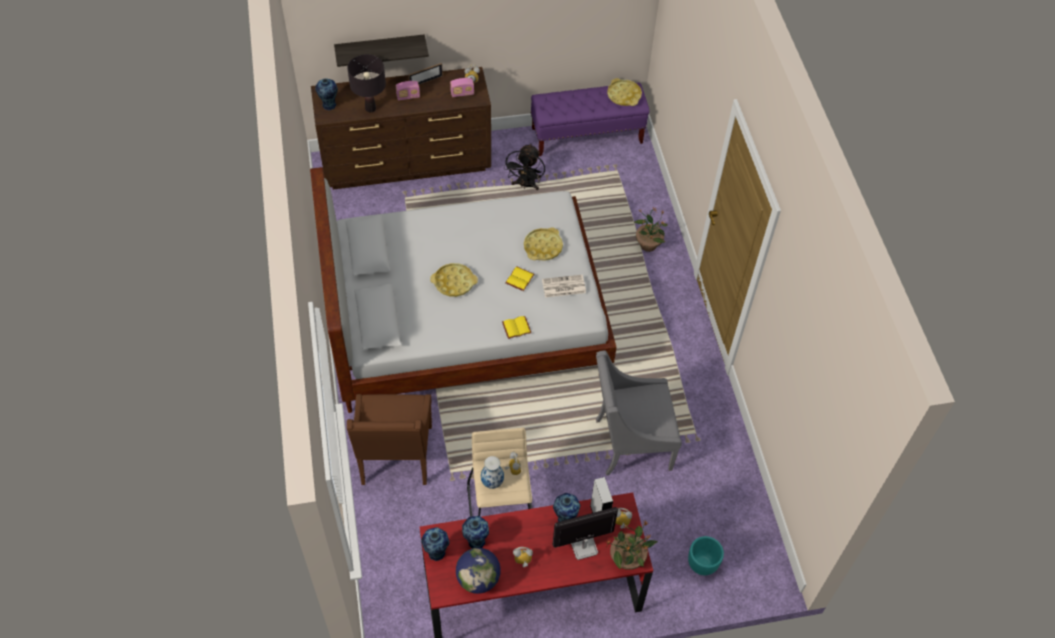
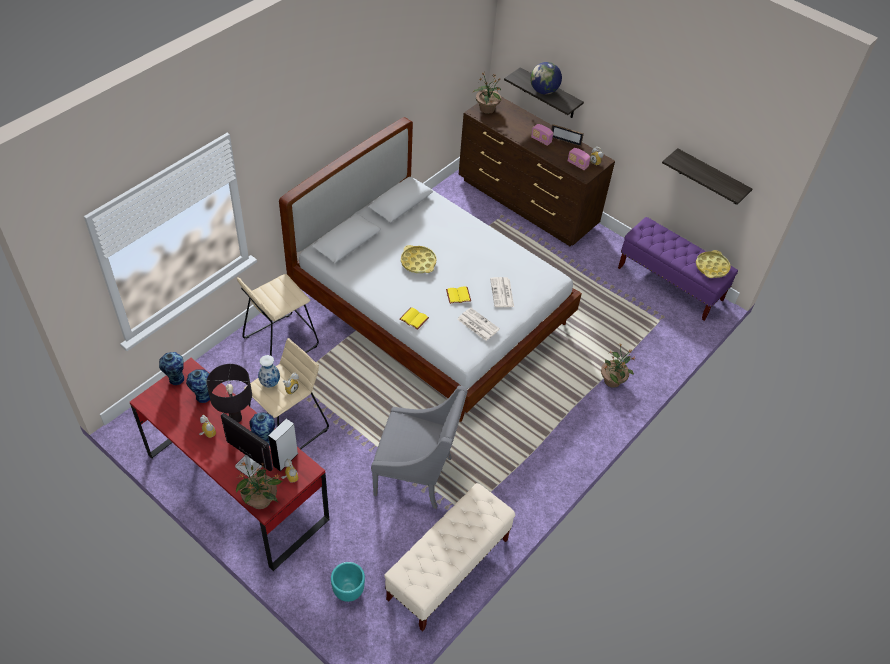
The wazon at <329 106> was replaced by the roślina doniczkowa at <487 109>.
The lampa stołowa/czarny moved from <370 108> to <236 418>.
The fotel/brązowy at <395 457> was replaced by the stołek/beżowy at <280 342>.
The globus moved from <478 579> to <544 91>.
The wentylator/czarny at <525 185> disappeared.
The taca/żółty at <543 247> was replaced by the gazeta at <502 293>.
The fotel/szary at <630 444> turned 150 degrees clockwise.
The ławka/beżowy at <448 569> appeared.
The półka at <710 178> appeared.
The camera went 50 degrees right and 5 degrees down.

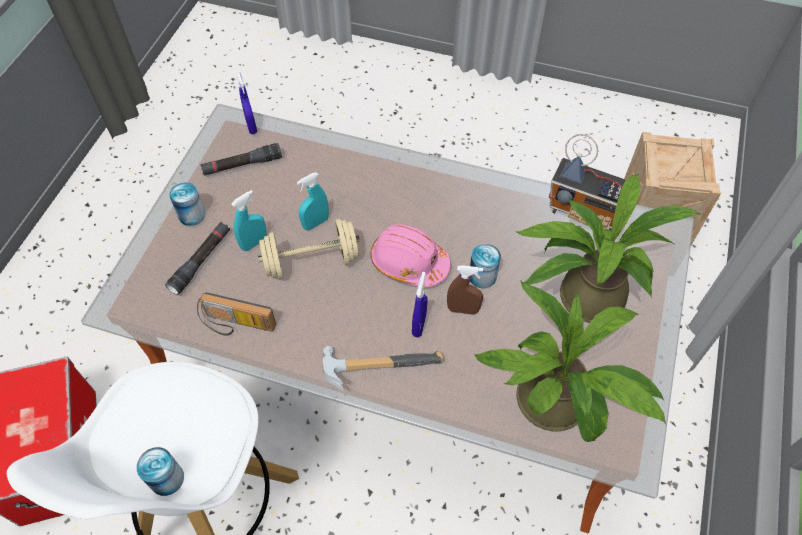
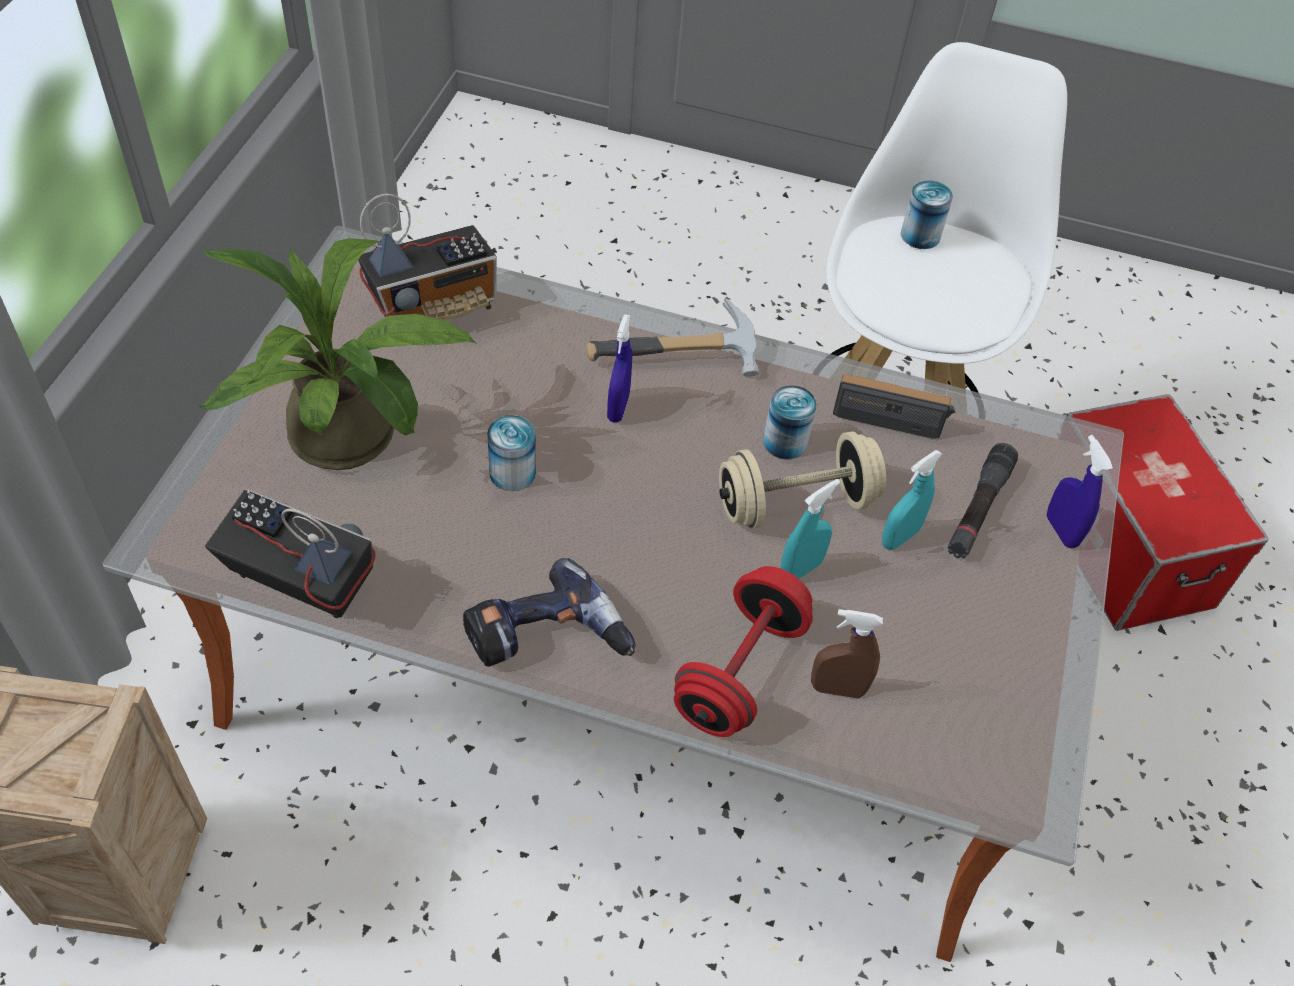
The puszka moved from <191 215> to <785 442>.
The latarka/czarny at <242 165> disappeared.
The spryskiwacz/niebieski moved from <251 126> to <1061 531>.
The kask/różowy at <409 263> disappeared.
The spryskiwacz/brązowy moved from <463 309> to <837 689>.
The roślina doniczkowa at <556 408> was replaced by the radio at <435 306>.
The wiertarka at <547 641> appeared.
The hantel/czerwony at <739 671> appeared.
The camera went 175 degrees right and 5 degrees down.

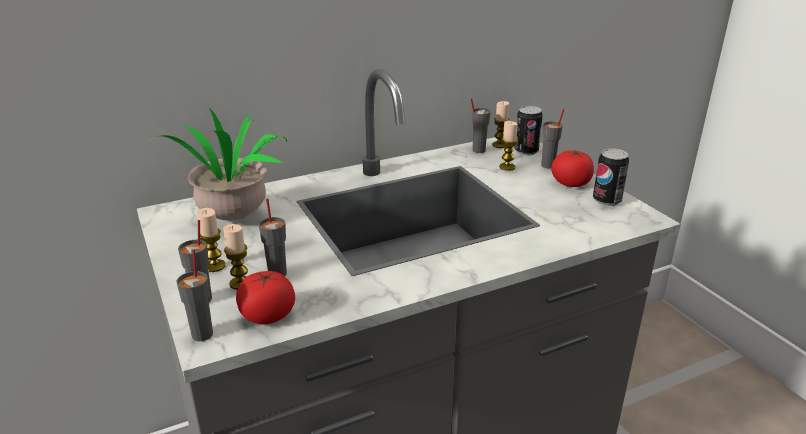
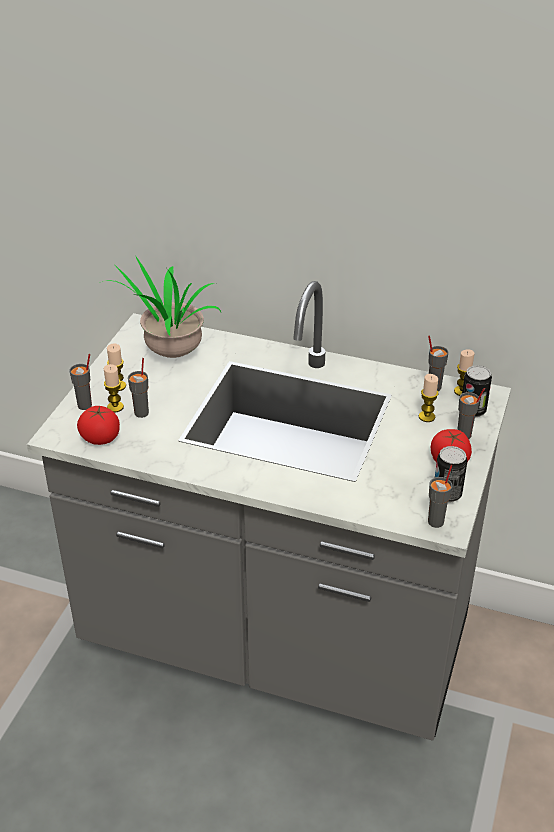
The filiżanka/szary moved from <203 334> to <436 521>.
The camera went 45 degrees right and 10 degrees up.

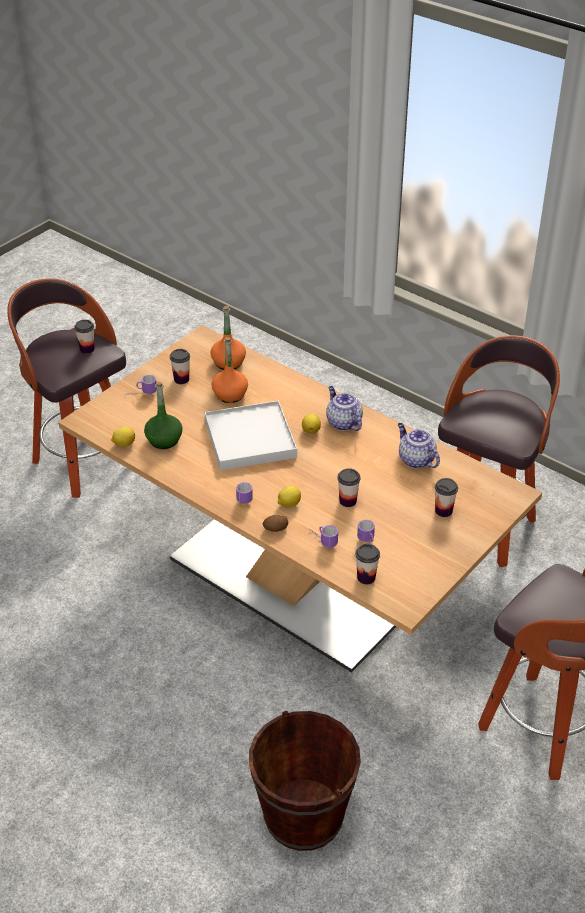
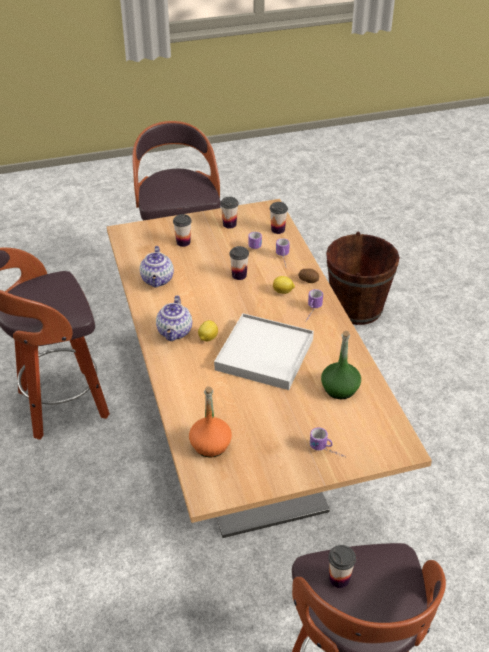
The cytryna at <124 444> disappeared.
The filiżanka moved from <181 379> to <229 224>.
The butelka/pomarańczowy at <230 394> disappeared.
The camera went 145 degrees left and 0 degrees up.

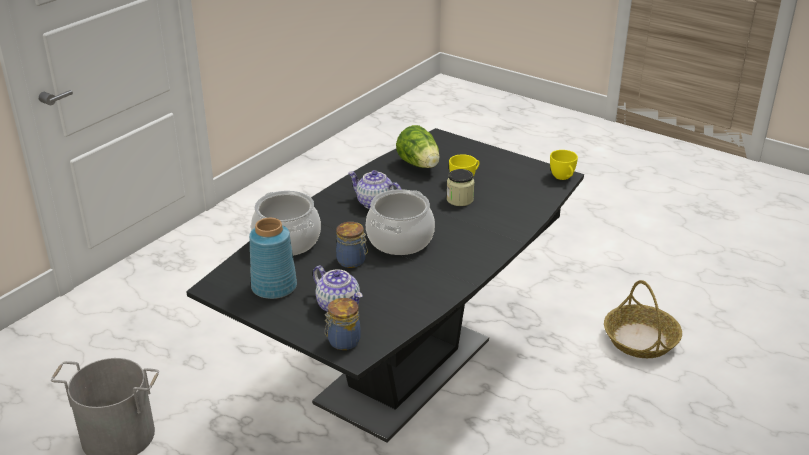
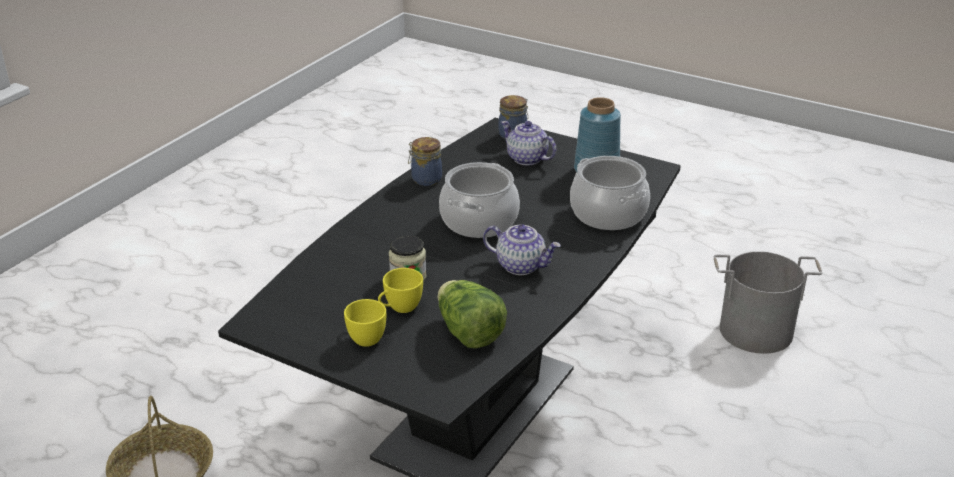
The słoik moved from <352 261> to <425 179>.
The filiżanka/żółty moved from <563 178> to <365 336>.
The camera went 175 degrees right and 0 degrees up.

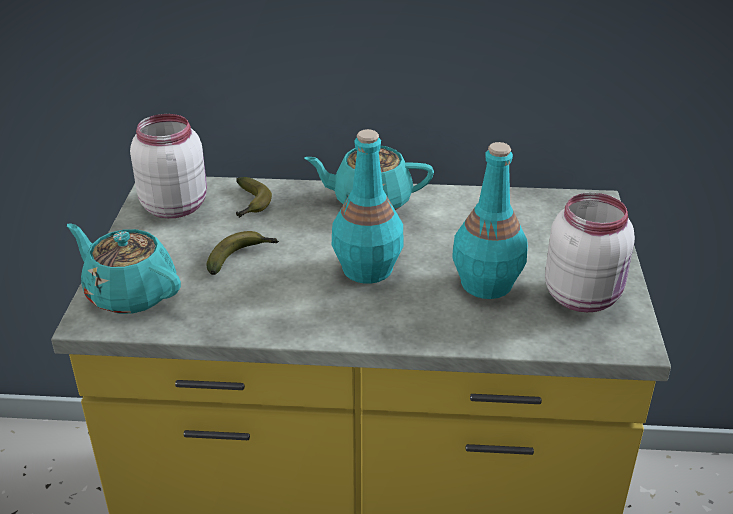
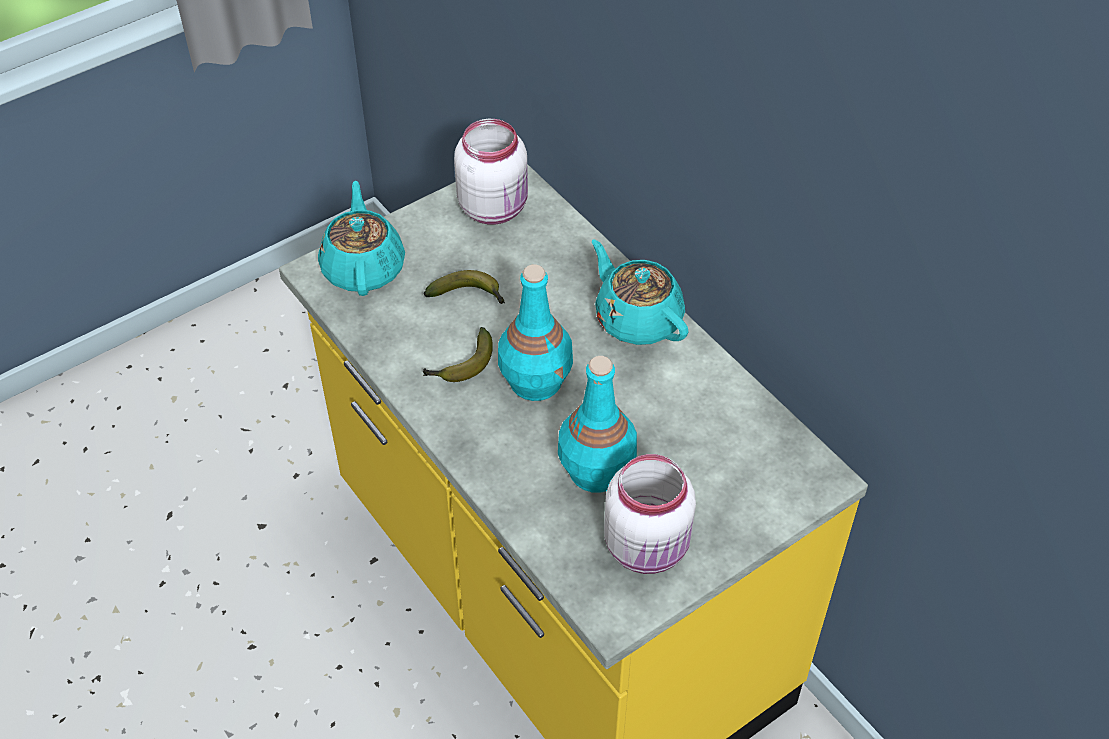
The banan moved from <250 205> to <461 366>.
The camera went 50 degrees right and 15 degrees up.

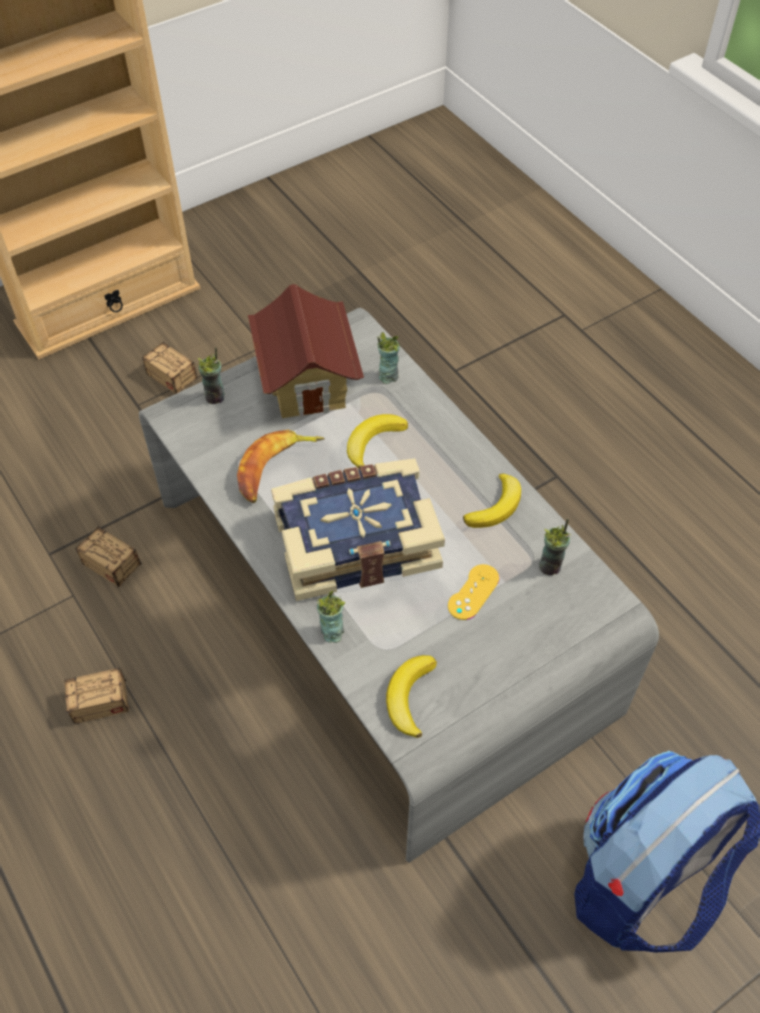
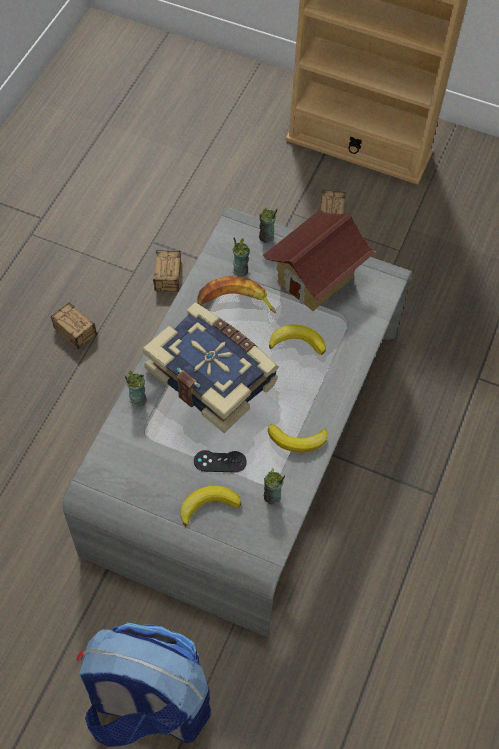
The filiżanka moved from <388 376> to <240 270>.
The banan moved from <409 697> to <208 505>.
The pad do gier/żółty at <473 592> became the pad do gier/czarny at <220 461>.
The camera went 55 degrees right and 5 degrees up.

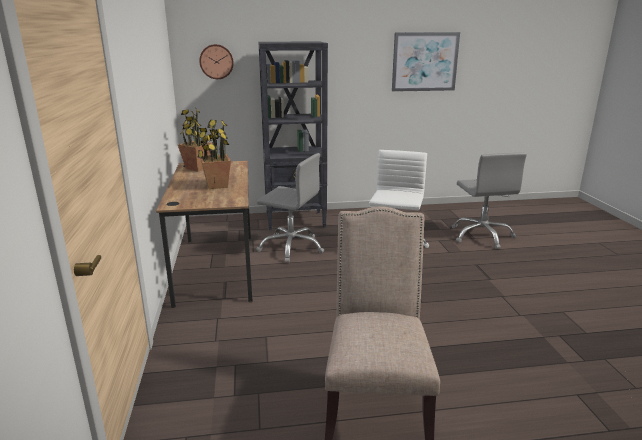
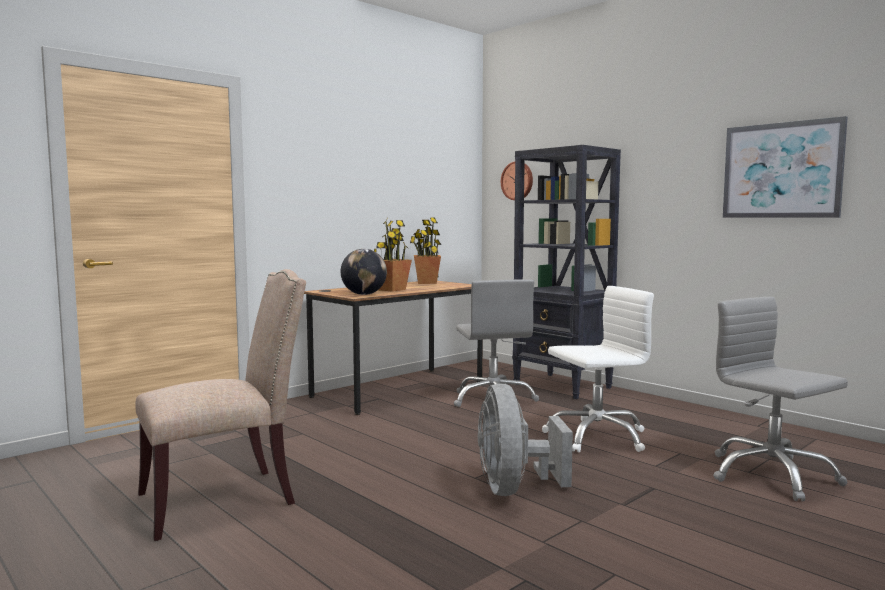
The krzesło biurowe/szary at <482 236> turned 105 degrees clockwise.
The globus at <364 294> appeared.
The wentylator/szary at <514 489> appeared.
The camera went 55 degrees right and 15 degrees down.

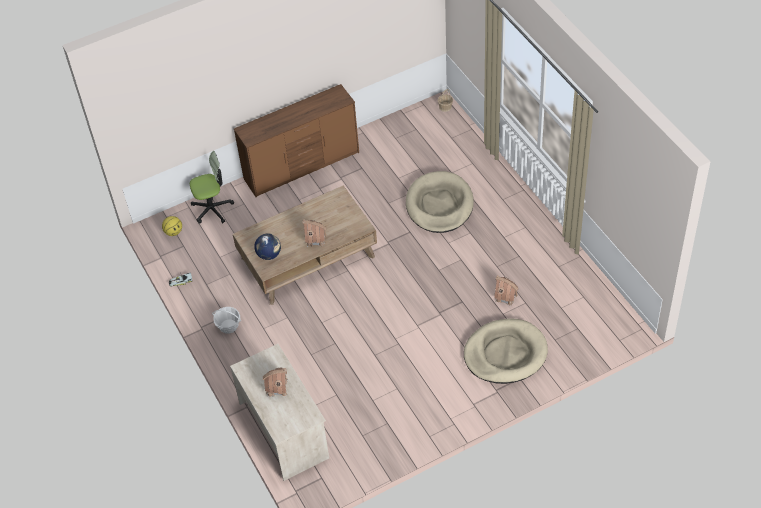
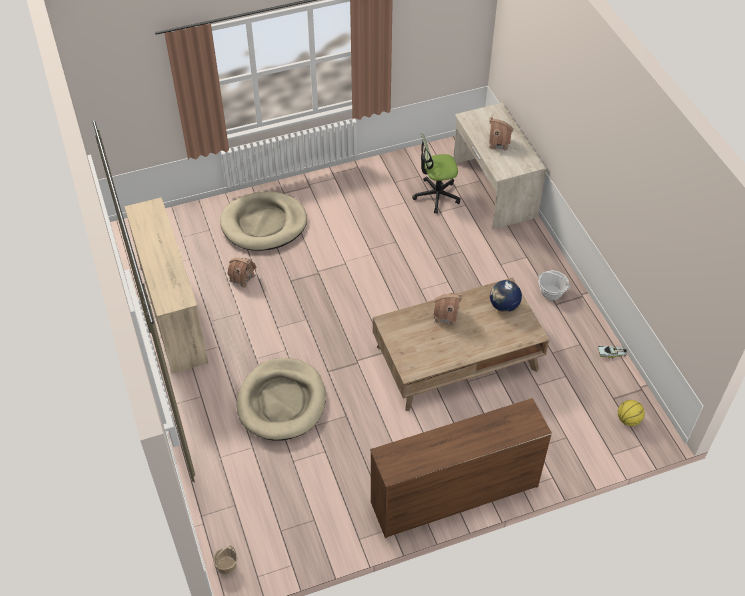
The krzesło biurowe moved from <212 209> to <436 195>.
The komoda/beżowy at <174 312> appeared.
The camera went 175 degrees left and 0 degrees up.

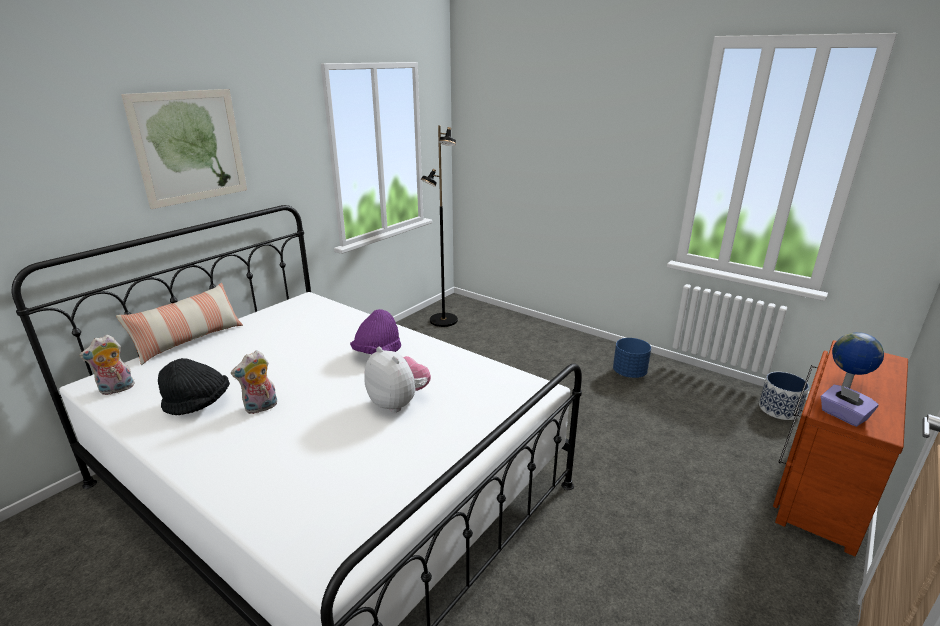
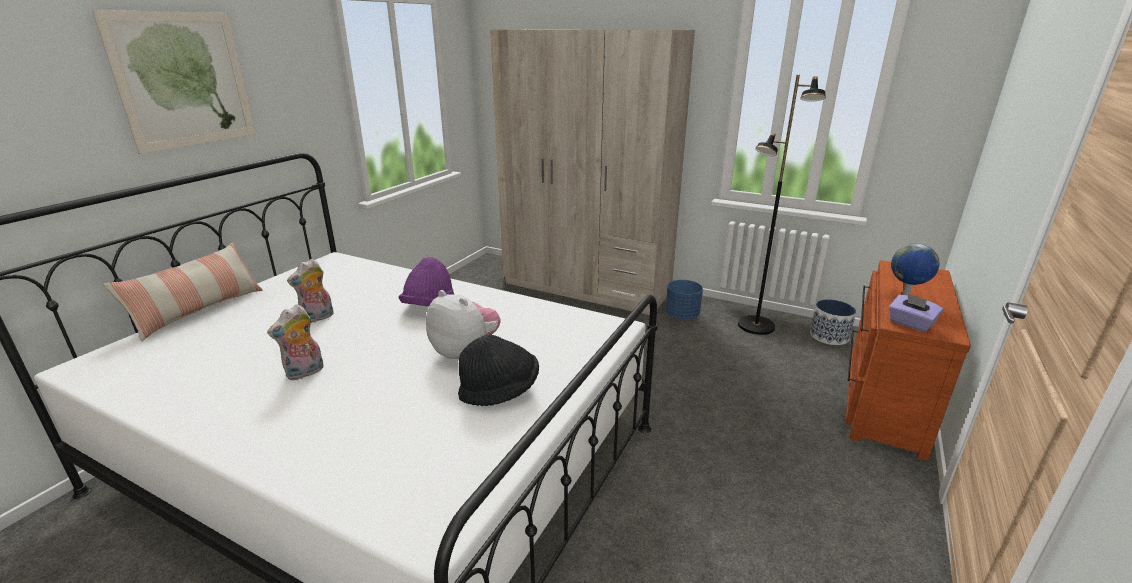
The pluszak moved from <116 390> to <318 318>.
The kapelusz/czarny moved from <198 404> to <500 391>.
The lampa stojąca/czarny moved from <443 321> to <756 326>.
The szafa/beżowy at <586 287> appeared.
The camera went 10 degrees left and 0 degrees up.

